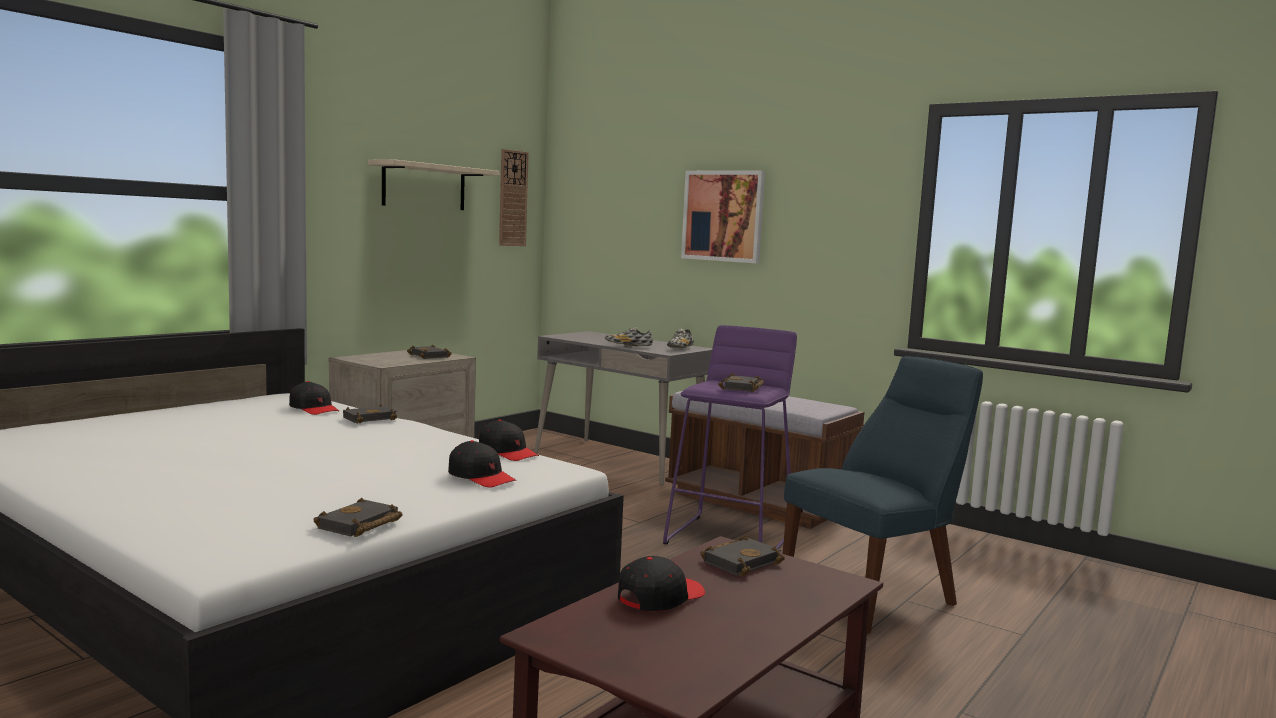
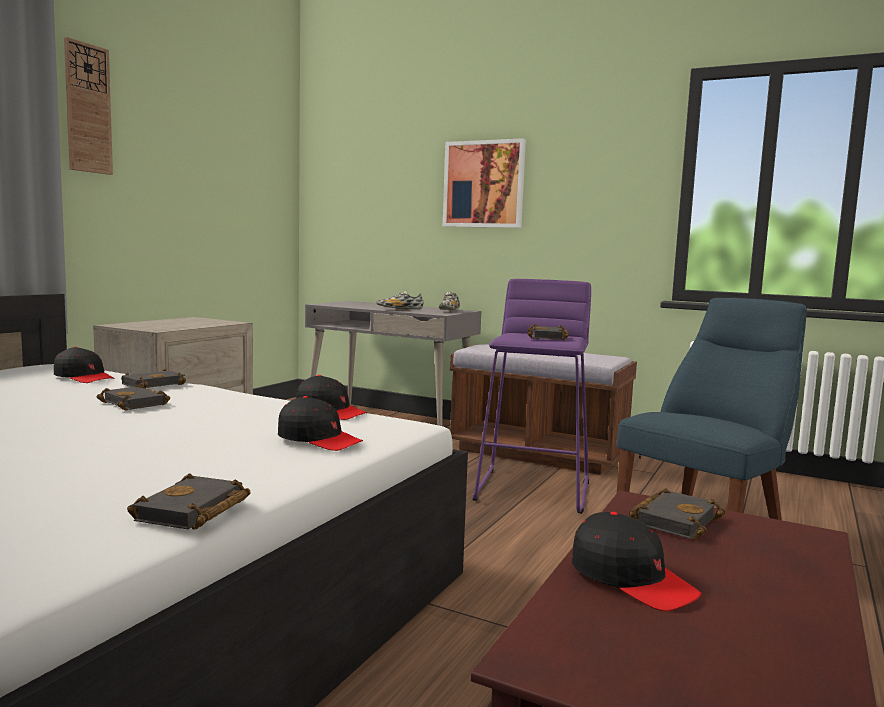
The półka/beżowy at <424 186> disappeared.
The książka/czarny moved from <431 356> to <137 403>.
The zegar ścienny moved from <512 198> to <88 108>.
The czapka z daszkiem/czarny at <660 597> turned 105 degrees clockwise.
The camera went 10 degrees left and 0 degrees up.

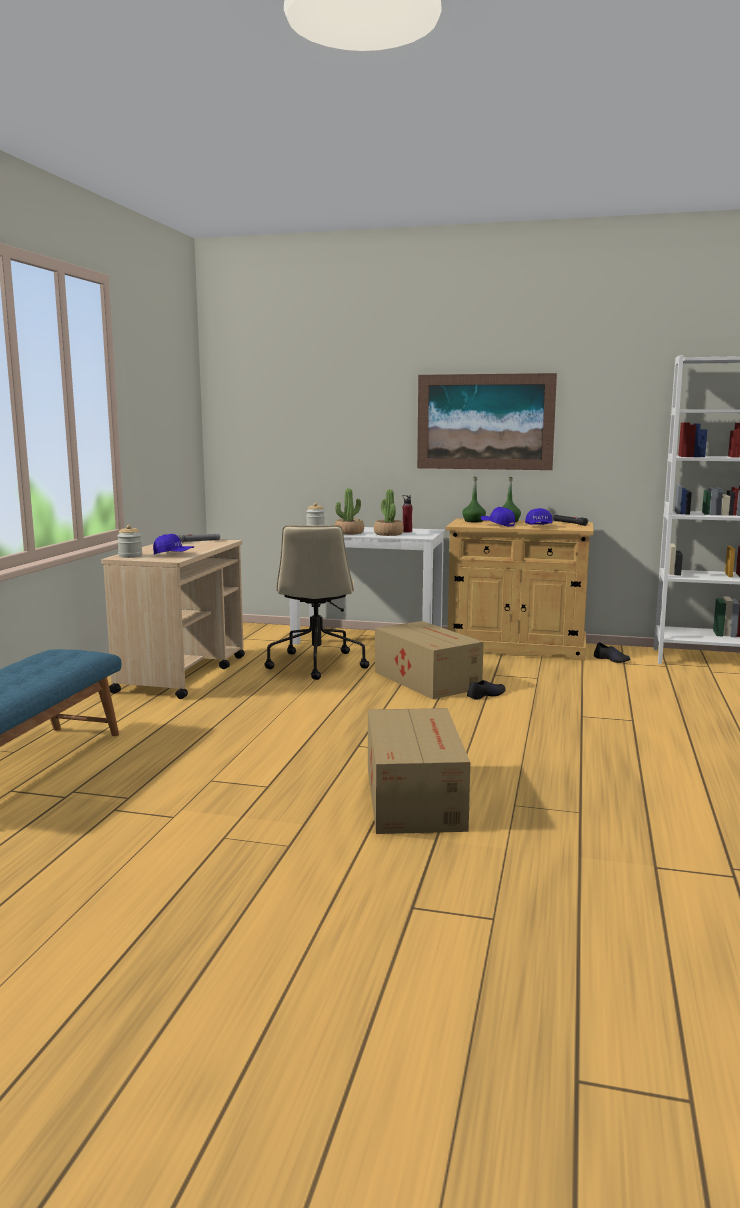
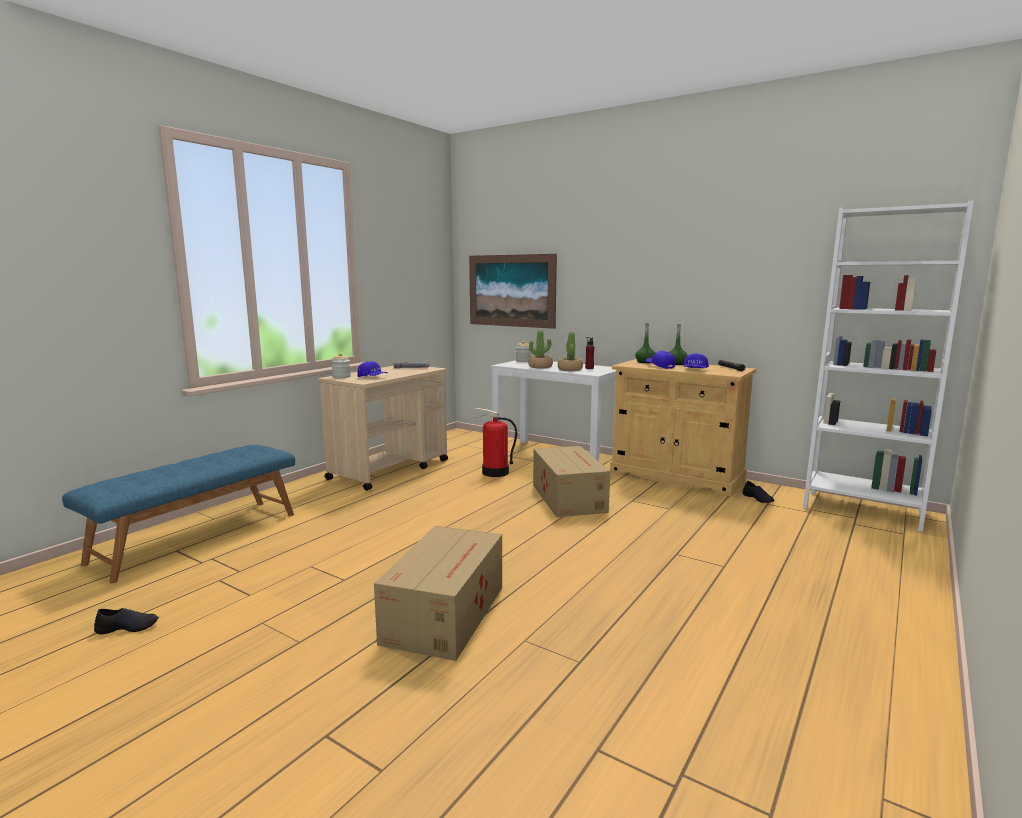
The krzesło biurowe/beżowy at <316 664> was replaced by the gaśnica at <495 472>.
The obraz moved from <485 422> to <511 290>.
The but/czarny moved from <486 695> to <128 627>.
The camera went 20 degrees right and 0 degrees up.

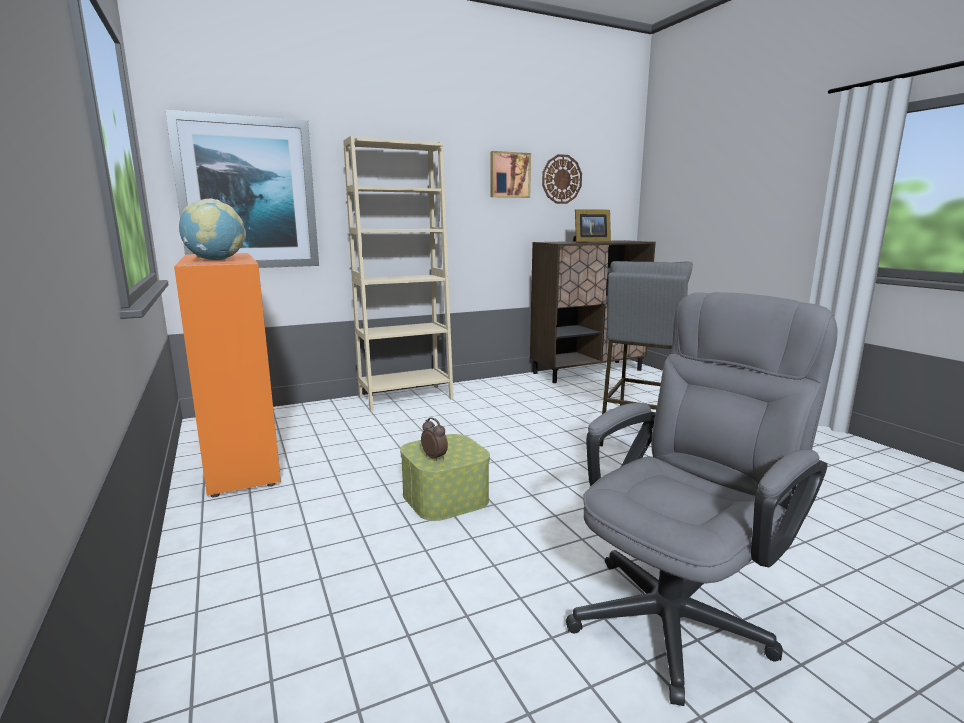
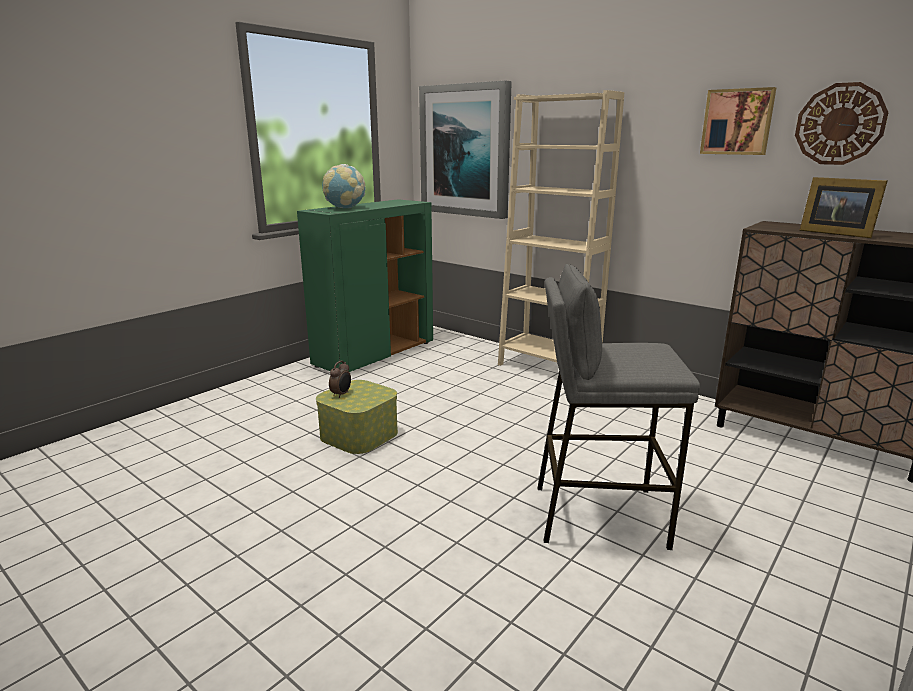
The szafka/pomarańczowy at <240 456> became the szafka/zielony at <375 354>.
The krzesło biurowe/szary at <680 611> disappeared.
The camera went 65 degrees right and 5 degrees up.

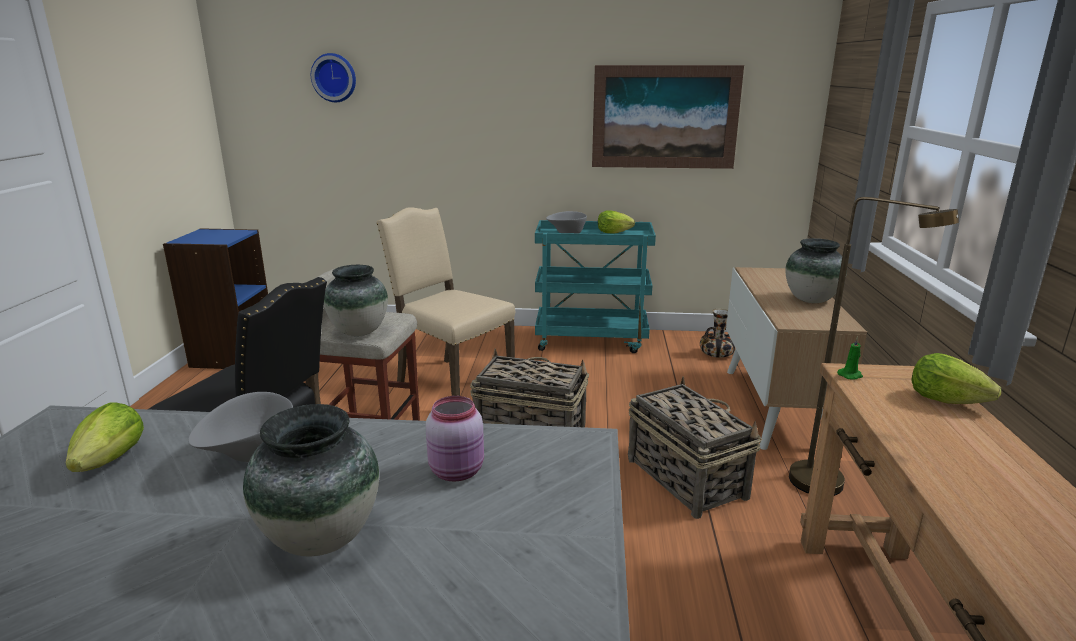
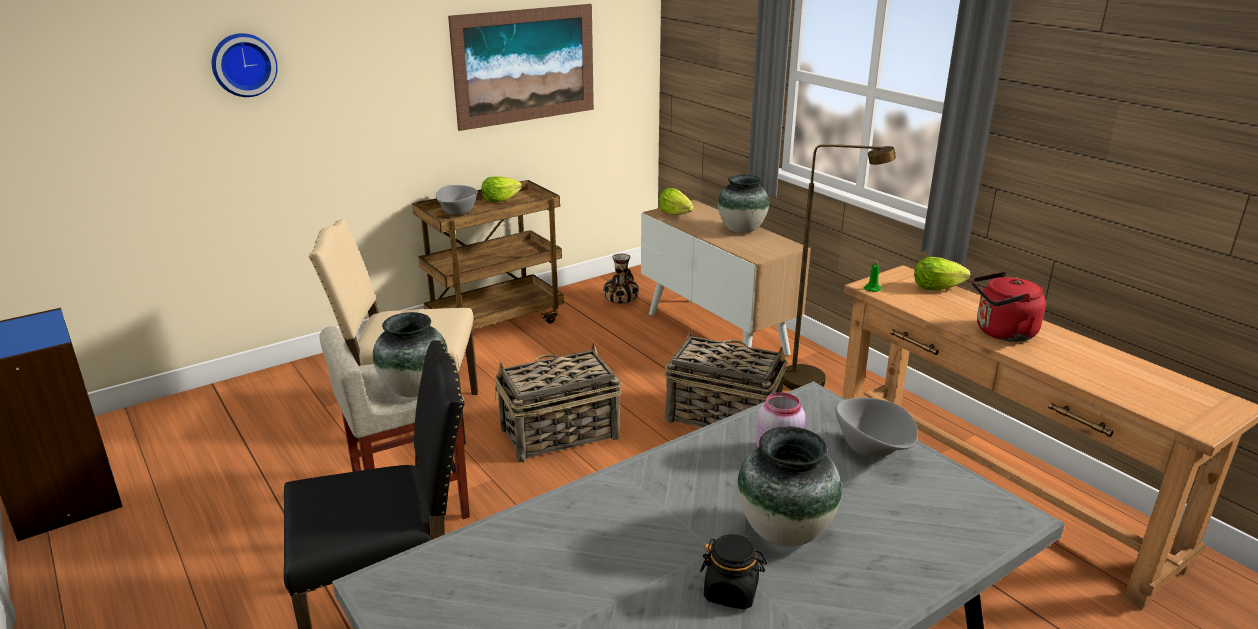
The sałata moved from <111 460> to <675 214>.
The miska/szary moved from <249 455> to <874 451>.
The zegar ścienny moved from <334 78> to <243 64>.
The wózek/turkusowy at <592 340> became the wózek/brązowy at <496 323>.
The słoik/czarny at <731 592> appeared.
The czajnik/czerwony at <1001 333> appeared.
The camera went 40 degrees left and 5 degrees up.

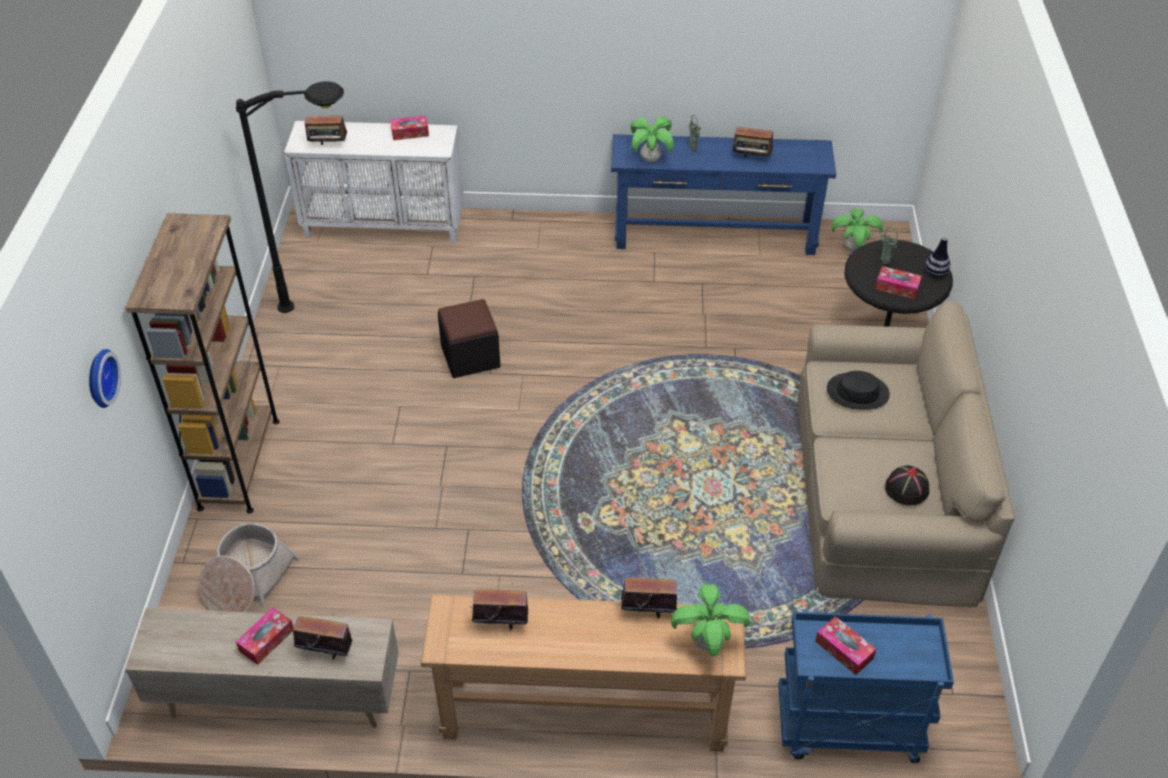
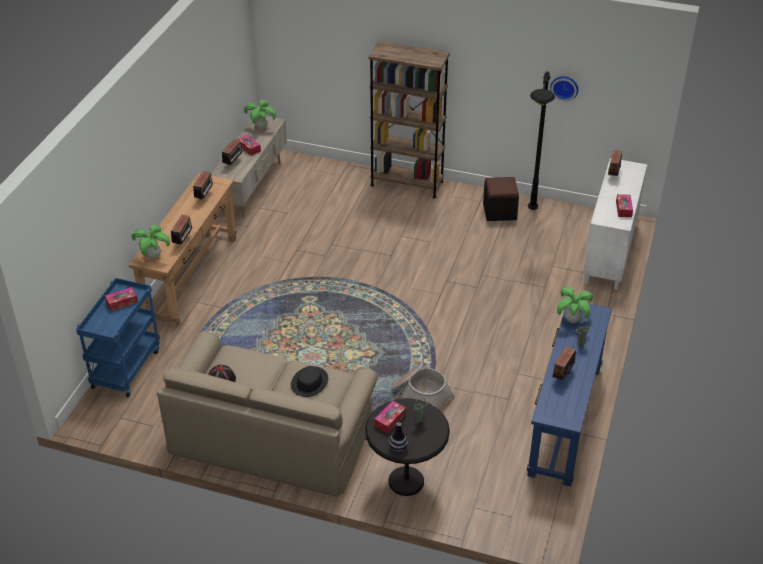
The zegar ścienny moved from <99 378> to <564 87>.
The koszyk moved from <248 580> to <420 396>.
The pufa/czarny moved from <470 357> to <499 211>.
The roślina doniczkowa moved from <853 249> to <261 127>.
The camera went 105 degrees right and 5 degrees down.

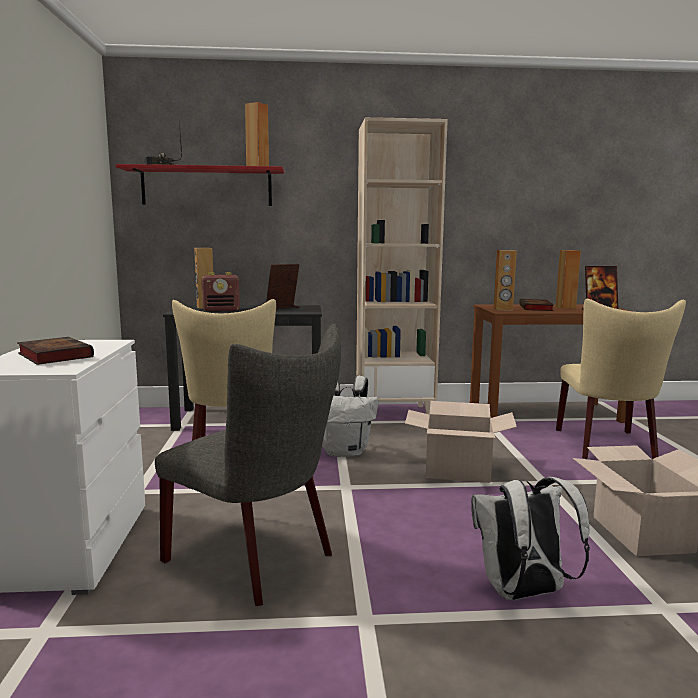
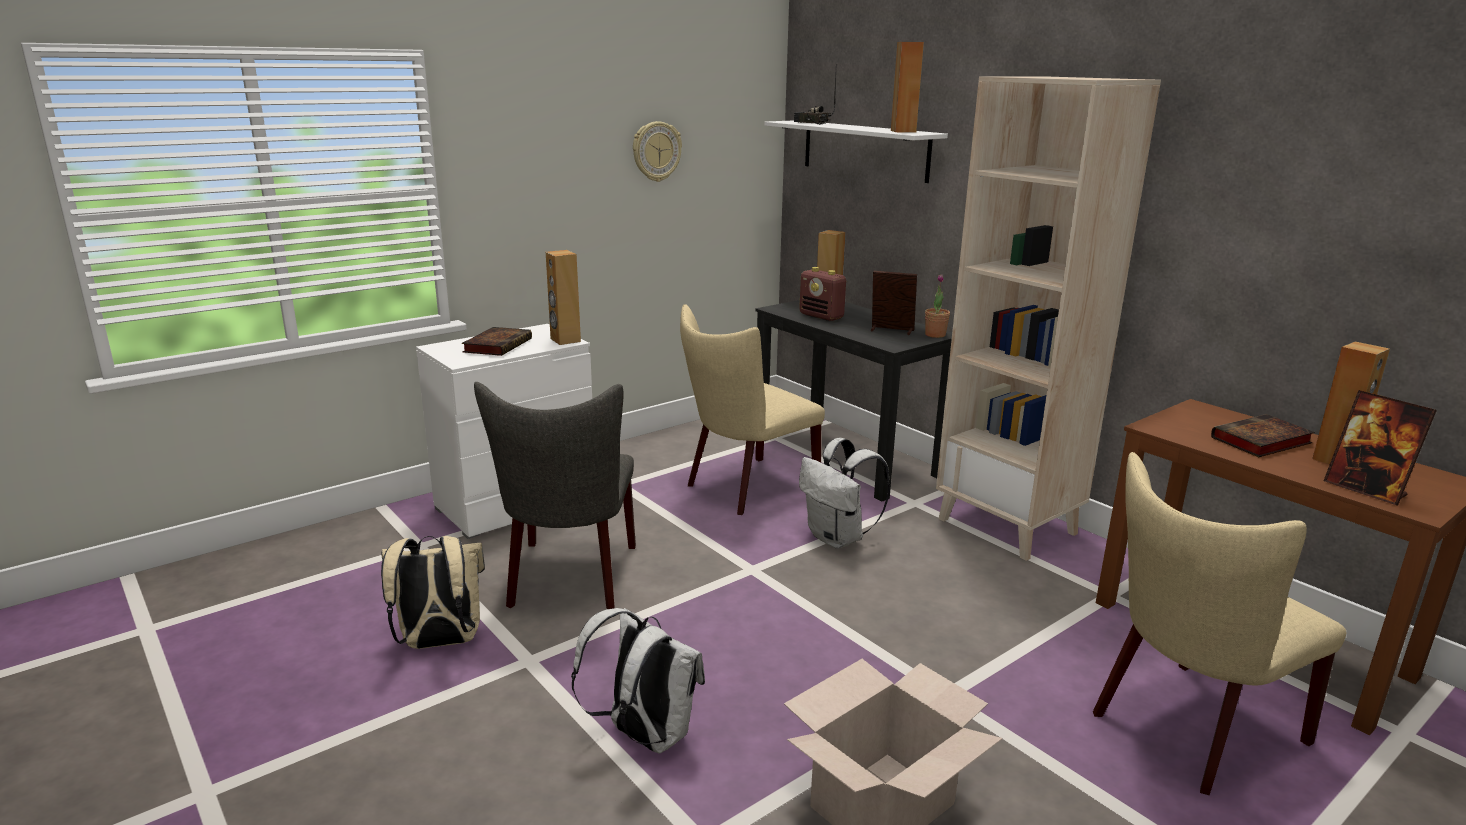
The półka/czerwony at <207 187> became the półka/biały at <864 150>.
The karton at <458 470> disappeared.
The głośnik/brązowy moved from <503 309> to <565 340>.
The plecak/beżowy at <439 643> appeared.
The zegar ścienny at <656 151> appeared.
The roślina doniczkowa at <935 335> appeared.
The camera went 55 degrees right and 10 degrees up.

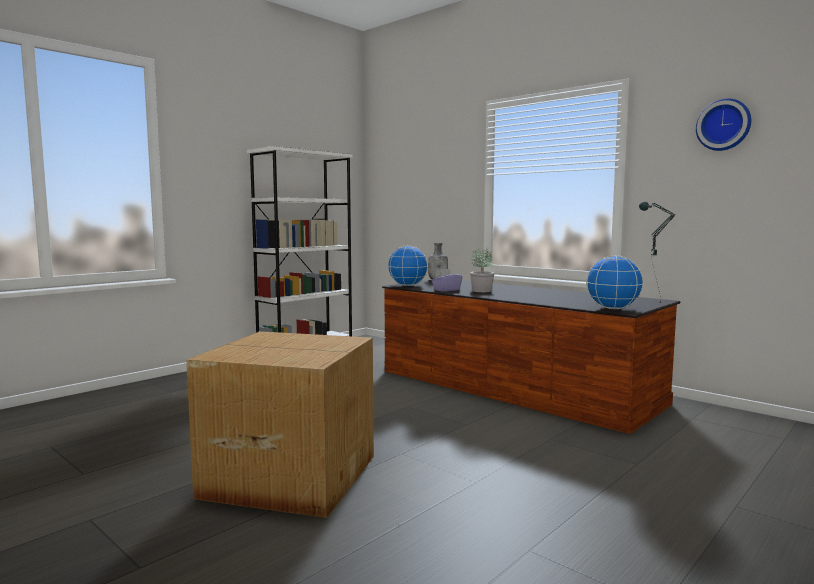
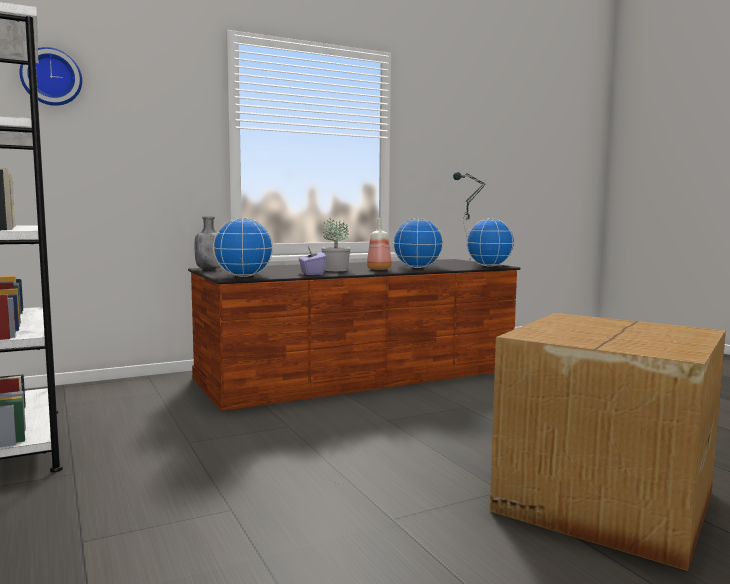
The zegar ścienny moved from <724 125> to <51 77>.
The butelka at <380 269> appeared.
The globus at <417 267> appeared.
The camera went 70 degrees left and 0 degrees up.

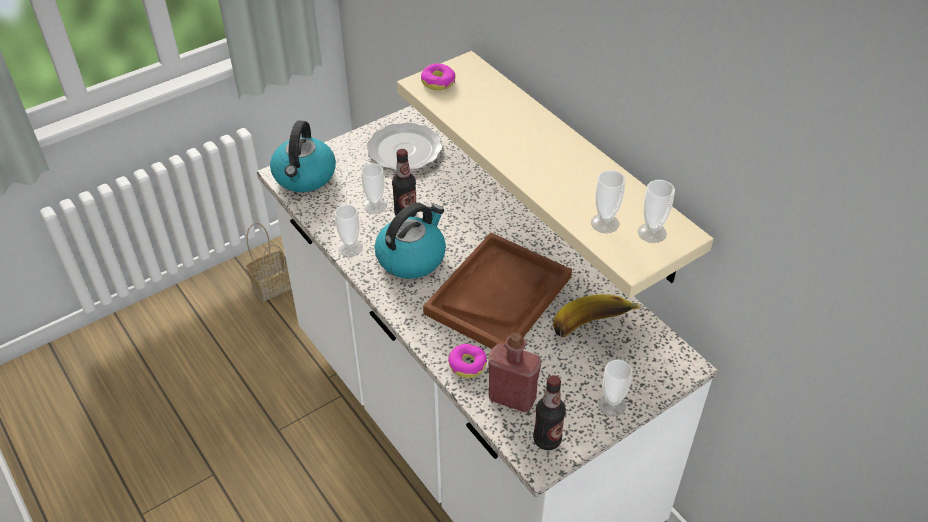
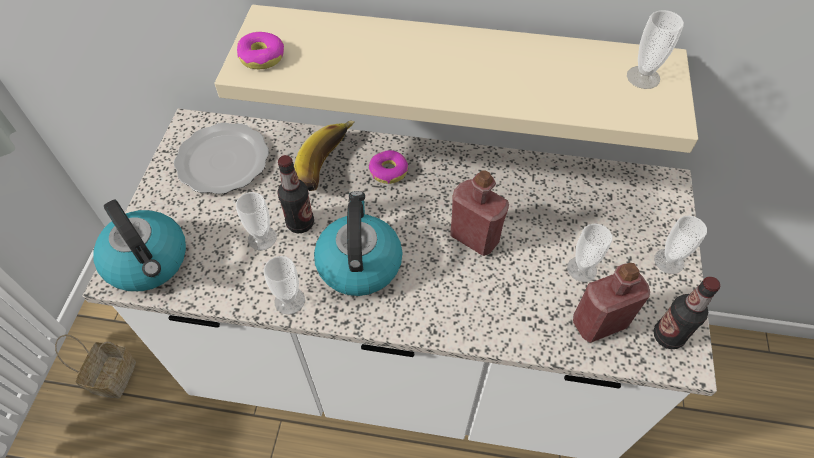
The taca/brązowy at <498 295> was replaced by the butelka/czerwony at <474 237>.
The donut moved from <467 364> to <388 171>.
The banan moved from <594 328> to <329 165>.
The filiżanka moved from <605 223> to <581 269>.
The camera went 45 degrees left and 10 degrees up.

